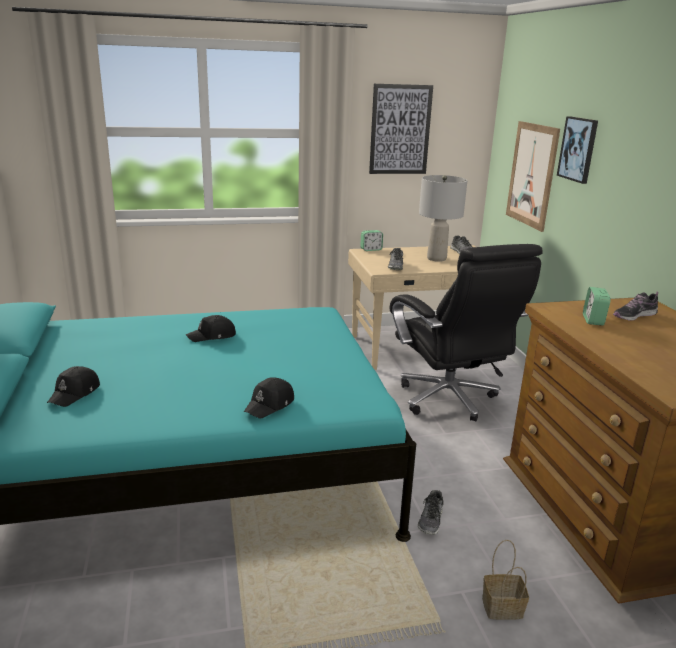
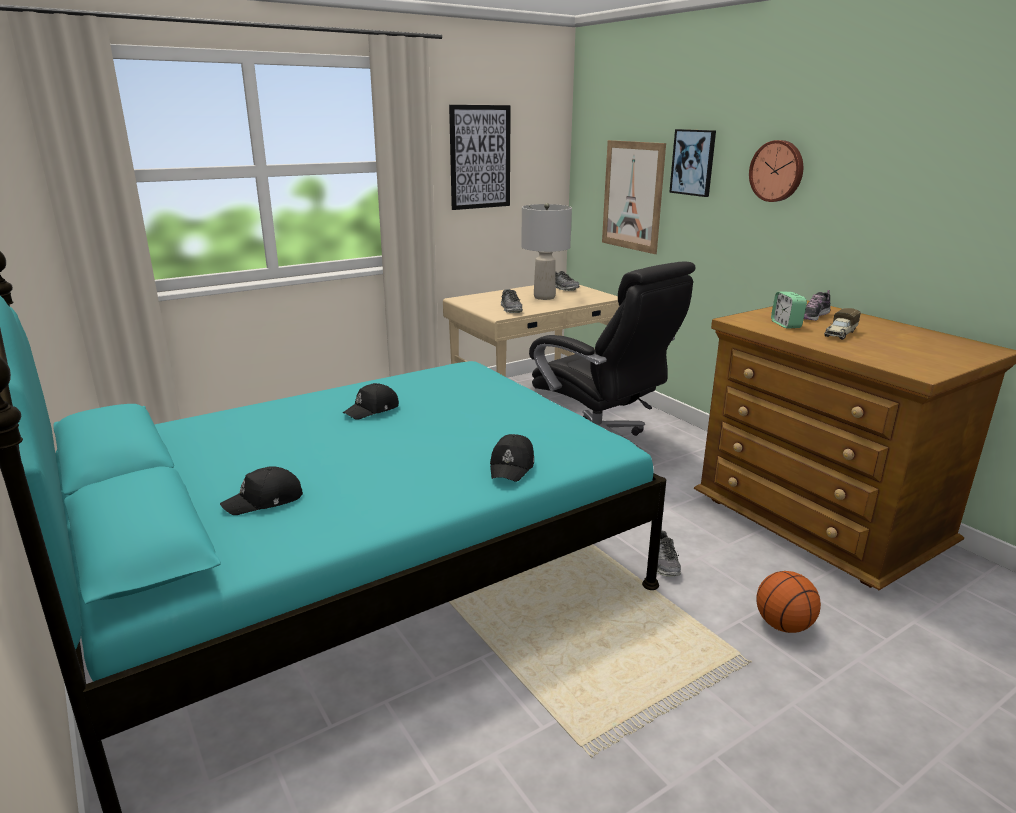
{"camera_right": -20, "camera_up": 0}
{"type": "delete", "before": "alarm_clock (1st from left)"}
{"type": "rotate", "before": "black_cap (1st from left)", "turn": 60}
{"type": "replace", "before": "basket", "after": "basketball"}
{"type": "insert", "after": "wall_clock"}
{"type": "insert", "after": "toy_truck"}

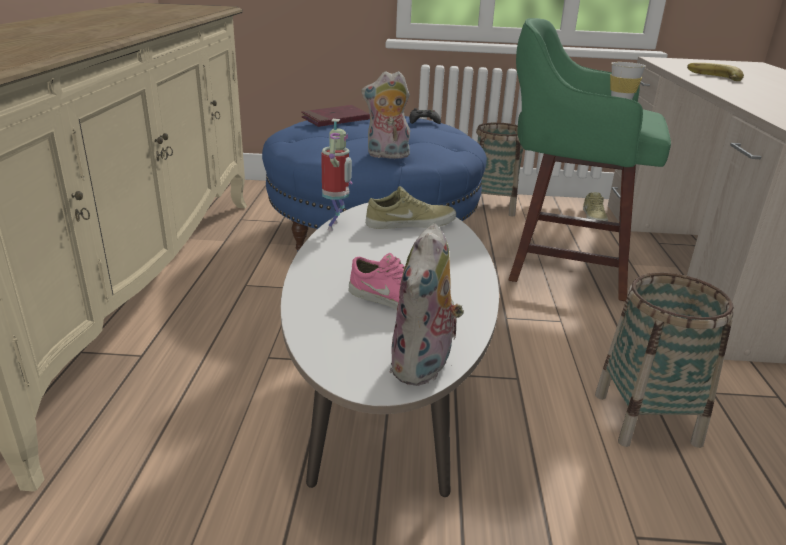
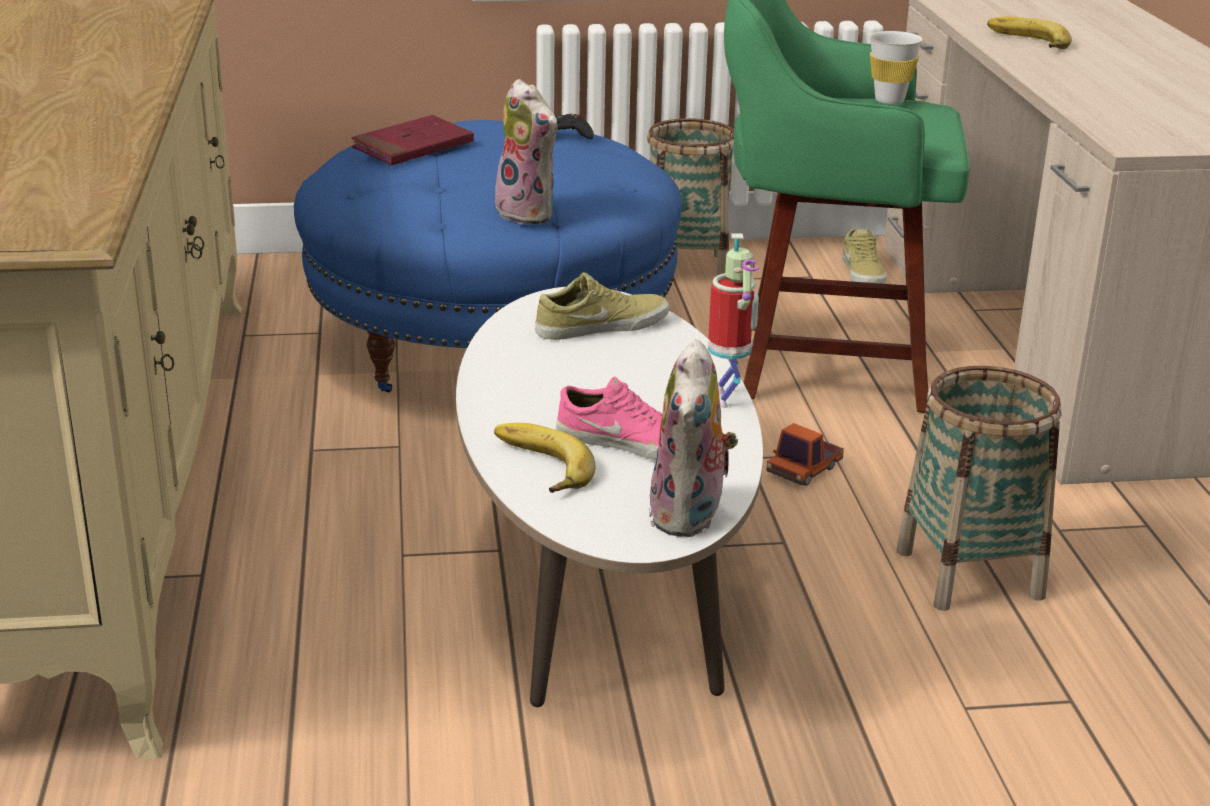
{"camera_right": -10, "camera_up": 0}
{"type": "rotate", "before": "plush_toy (1st from left)", "turn": -120}
{"type": "move", "before": "toy_robot"}
{"type": "insert", "after": "banana (1st from left)"}
{"type": "insert", "after": "toy_truck"}

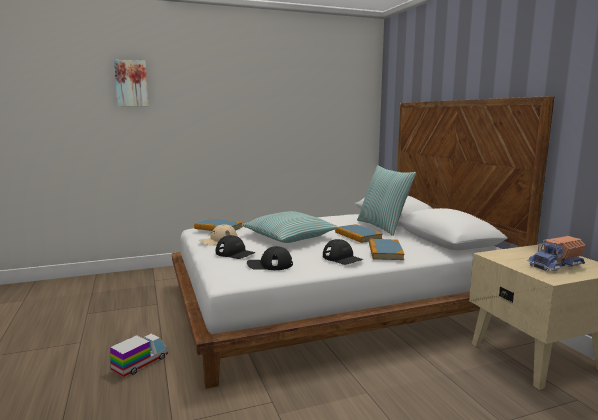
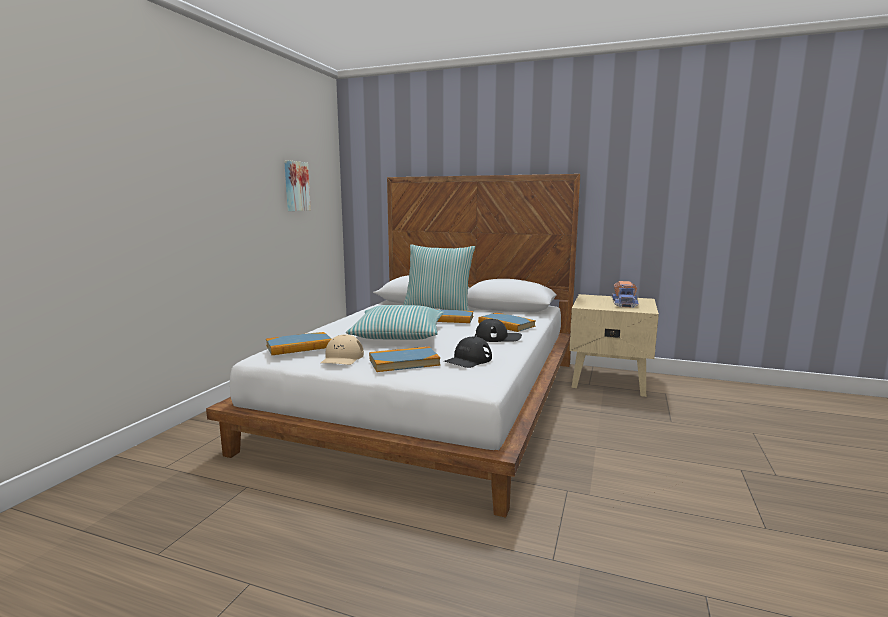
{"camera_right": -50, "camera_up": 0}
{"type": "move", "before": "picture"}
{"type": "replace", "before": "black_cap (1st from left)", "after": "book (2nd from left)"}
{"type": "delete", "before": "toy_truck (1st from left)"}

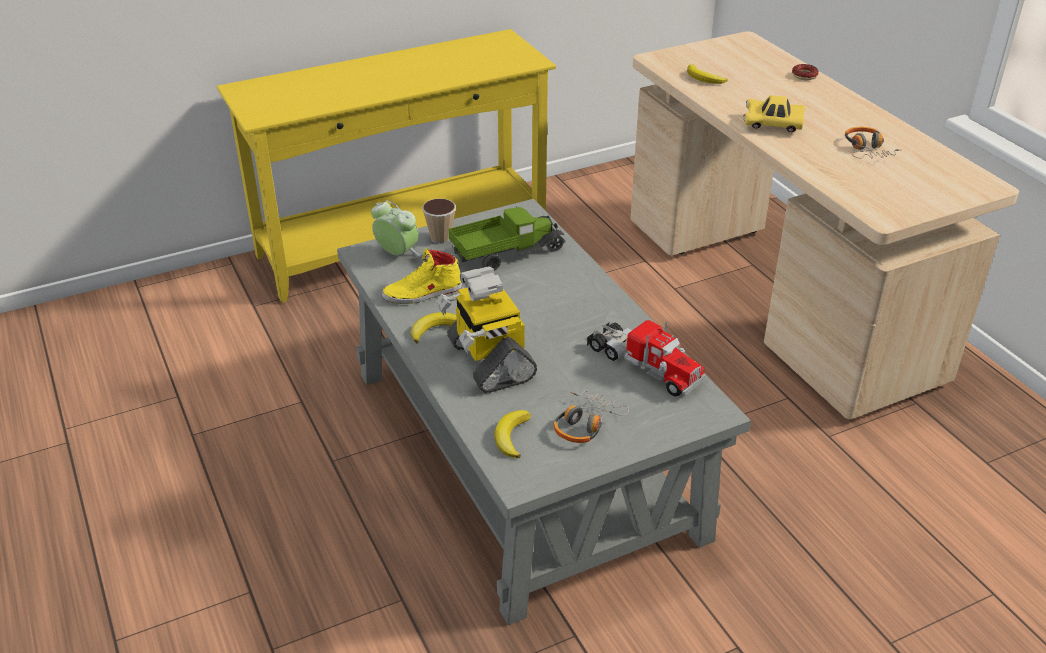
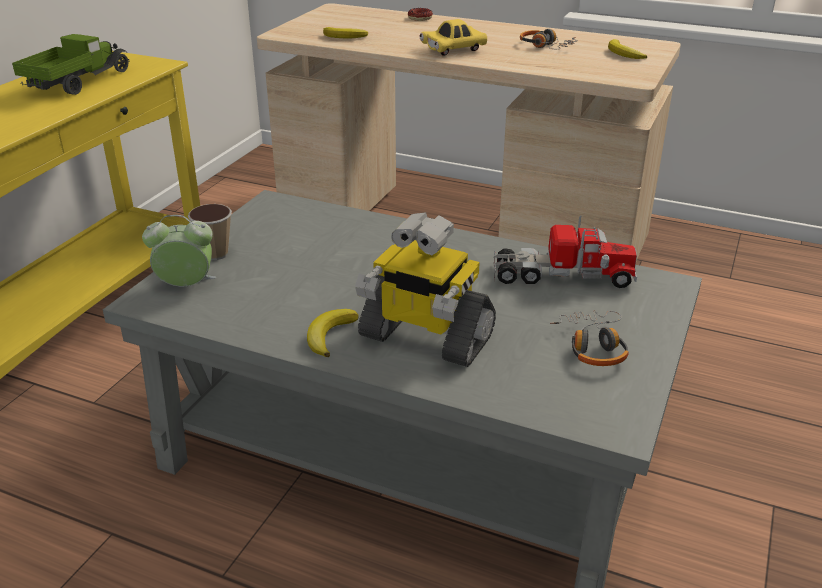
{"camera_right": -40, "camera_up": -5}
{"type": "move", "before": "toy_truck (1st from left)"}
{"type": "delete", "before": "yellow_shoe"}
{"type": "move", "before": "banana (2nd from left in the first image)", "after": "banana (3rd from left)"}

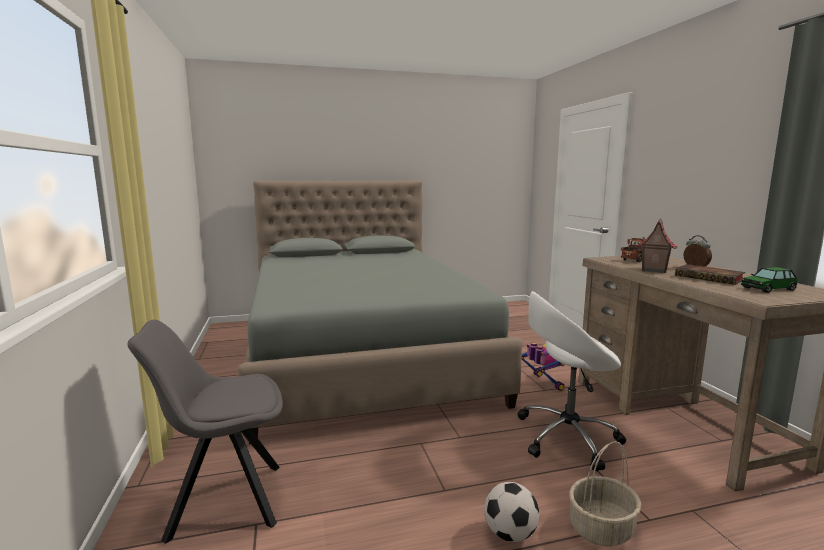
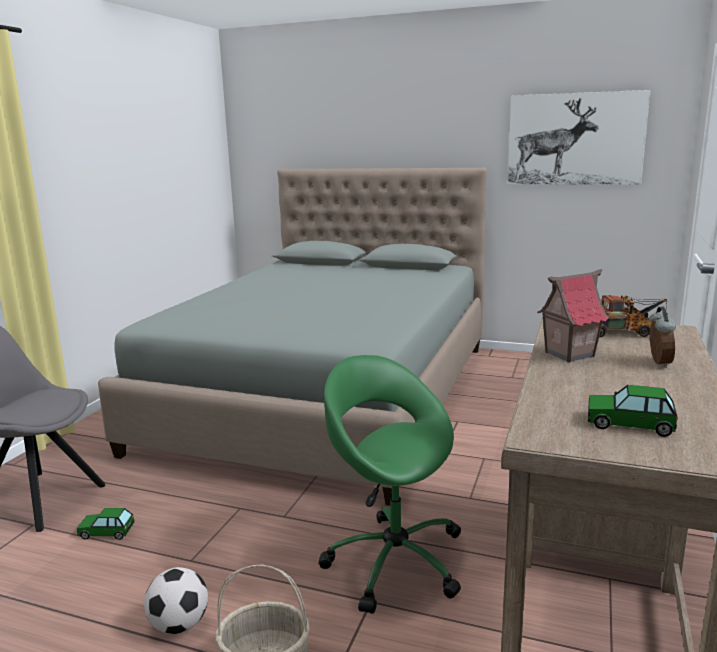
{"camera_right": 35, "camera_up": 5}
{"type": "delete", "before": "book"}
{"type": "recolor", "before": "white_office_chair", "after": "green_office_chair"}
{"type": "delete", "before": "toy_robot"}
{"type": "insert", "after": "picture"}
{"type": "insert", "after": "toy_car (1st from left)"}

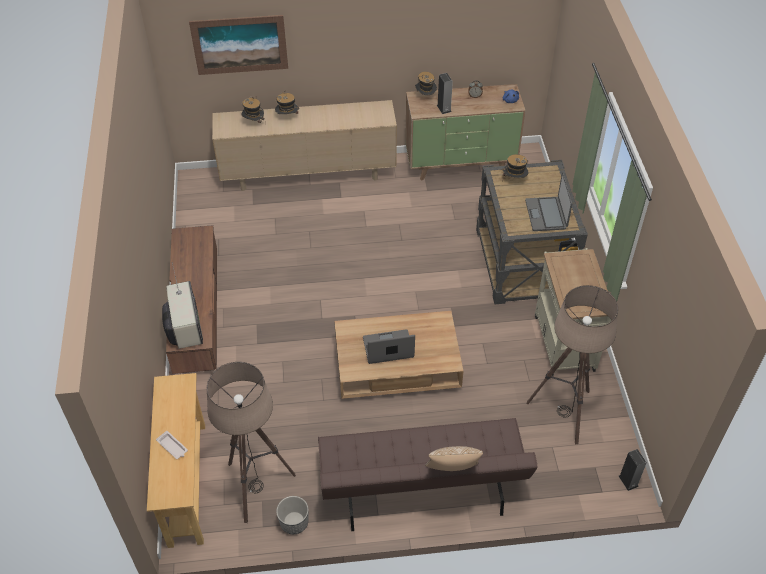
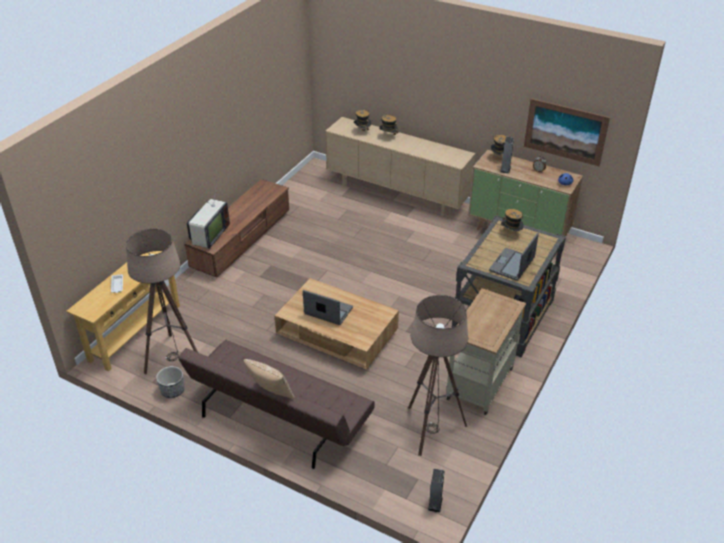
{"camera_right": 35, "camera_up": -10}
{"type": "move", "before": "picture"}

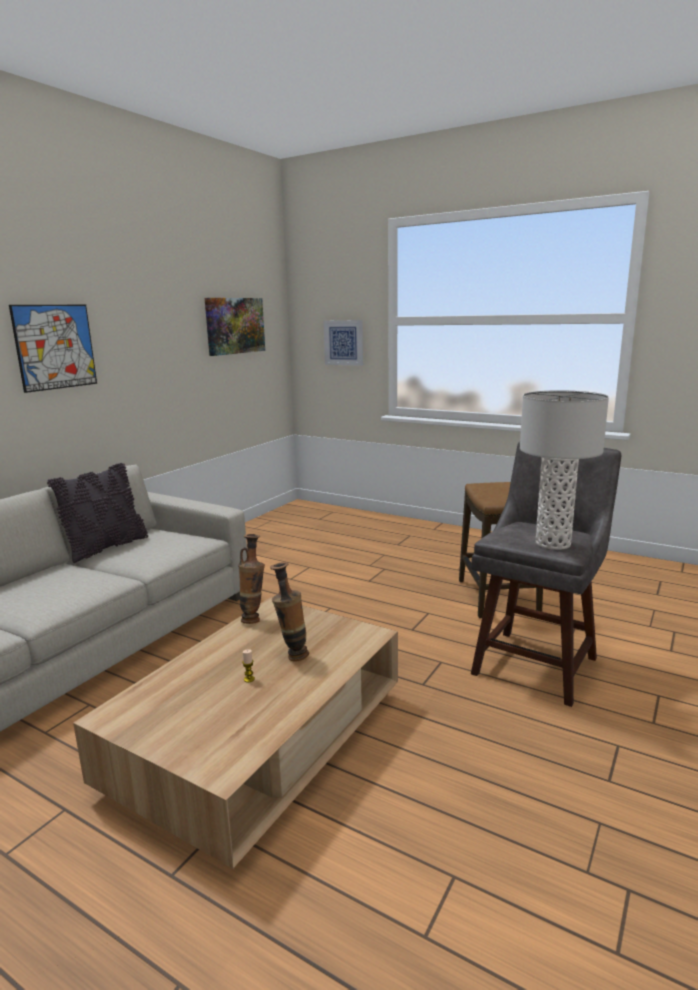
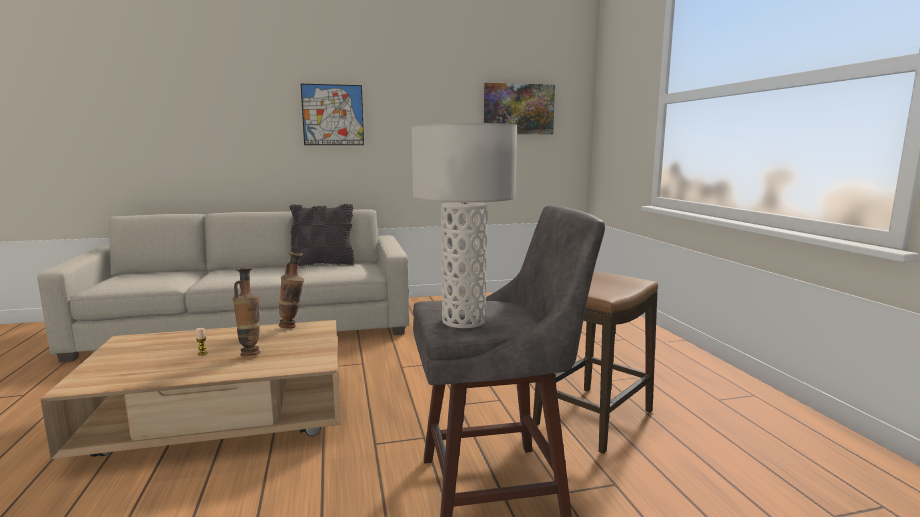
{"camera_right": 45, "camera_up": -5}
{"type": "delete", "before": "picture (3rd from left)"}

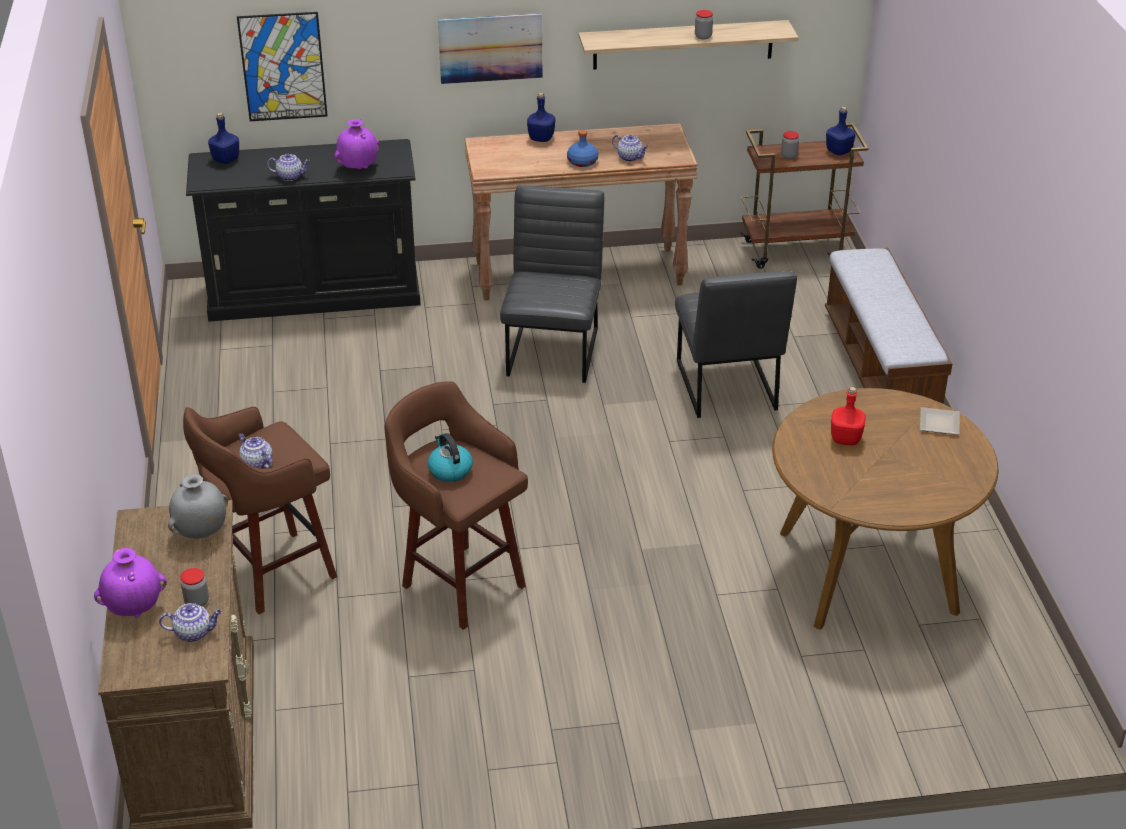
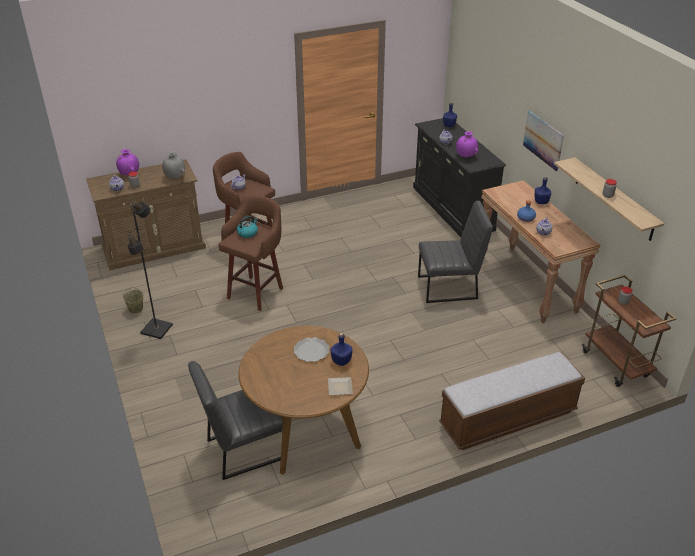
{"camera_right": 75, "camera_up": 0}
{"type": "delete", "before": "picture (1st from left)"}
{"type": "move", "before": "blue_bottle (4th from left in the first image)", "after": "blue_bottle (1st from left)"}
{"type": "move", "before": "grey_chair (2nd from left in the first image)", "after": "grey_chair (1st from left)"}
{"type": "replace", "before": "red_bottle", "after": "plate (1st from left)"}
{"type": "insert", "after": "black_floor_lamp"}
{"type": "insert", "after": "beige_bucket"}

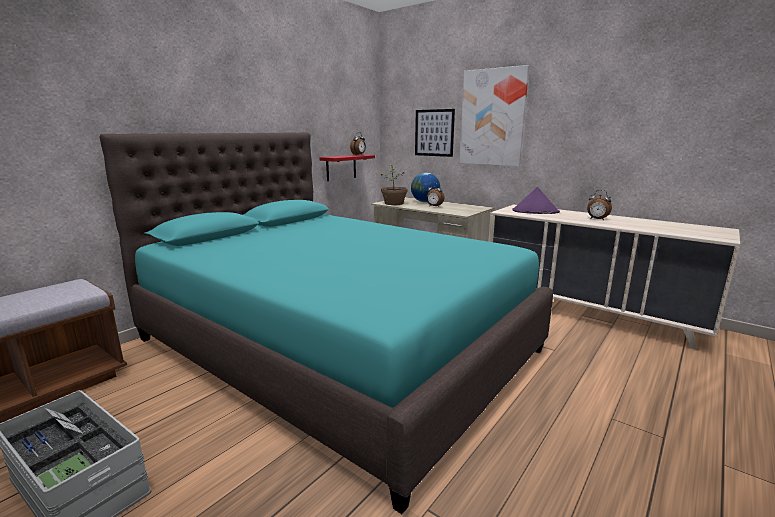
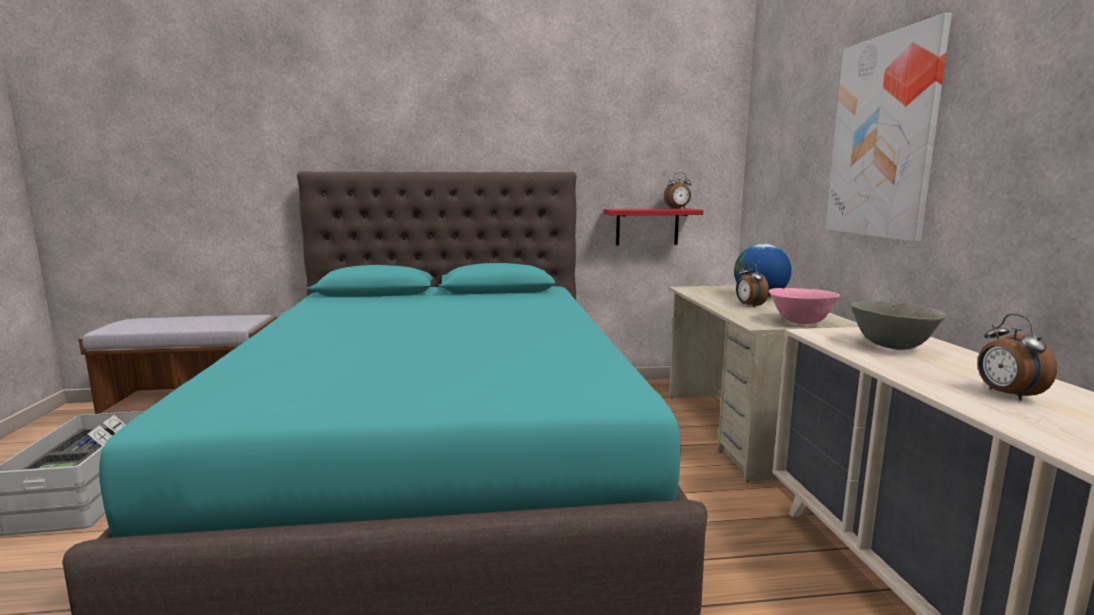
{"camera_right": 45, "camera_up": -5}
{"type": "delete", "before": "picture (1st from left)"}
{"type": "delete", "before": "potted_plant"}
{"type": "replace", "before": "purple_hat", "after": "grey_bowl"}
{"type": "insert", "after": "pink_bowl"}

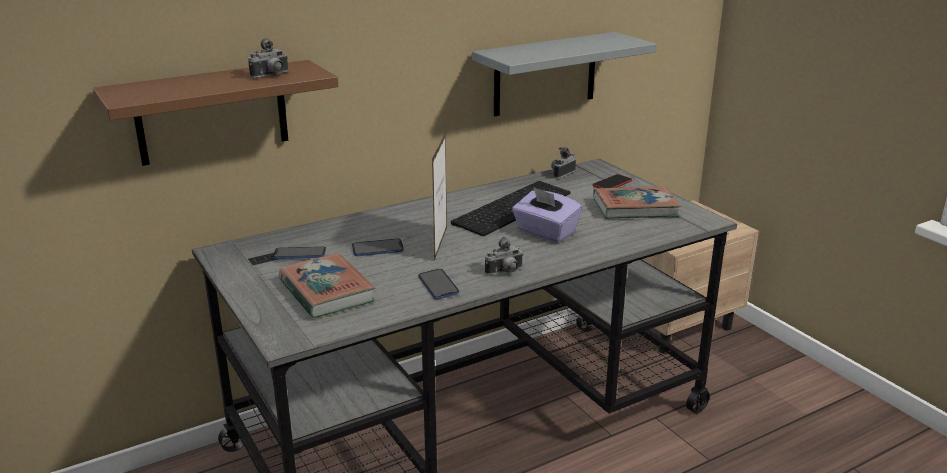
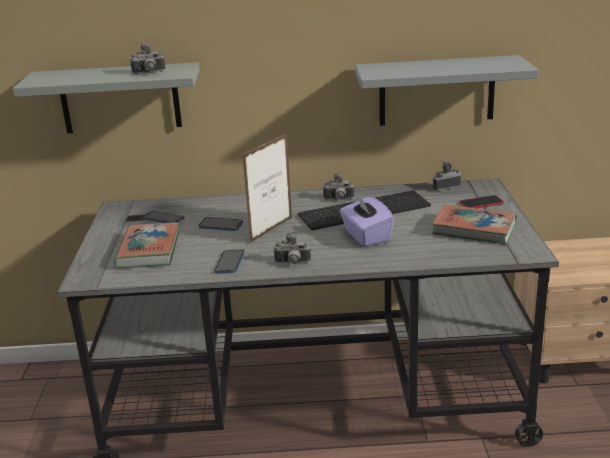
{"camera_right": 30, "camera_up": 0}
{"type": "recolor", "before": "brown_shelf", "after": "grey_shelf (1st from left)"}
{"type": "insert", "after": "photo_camera (3rd from left)"}

